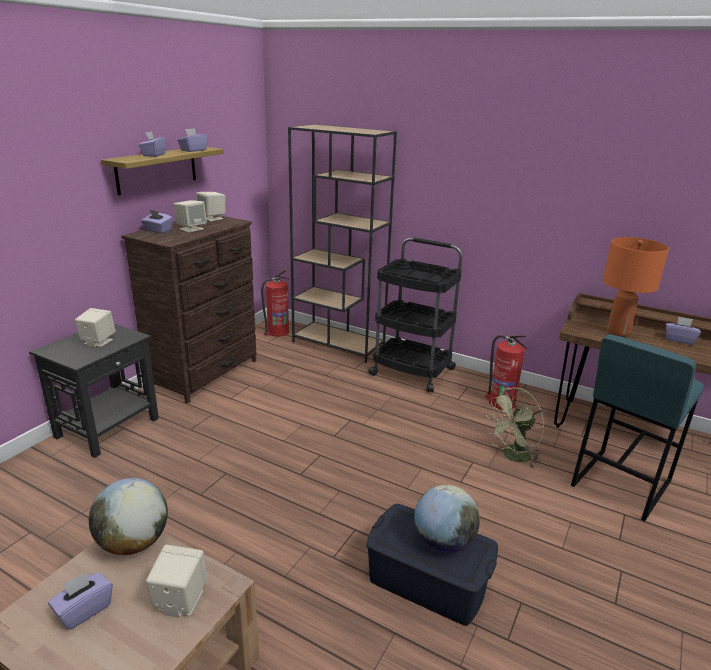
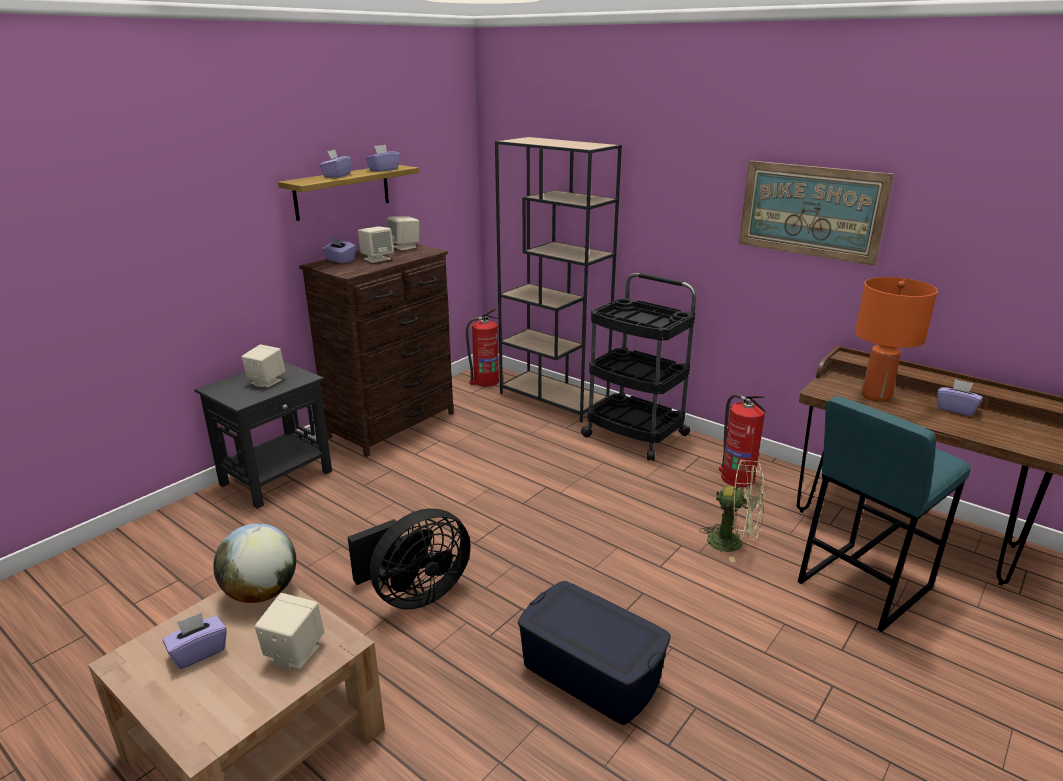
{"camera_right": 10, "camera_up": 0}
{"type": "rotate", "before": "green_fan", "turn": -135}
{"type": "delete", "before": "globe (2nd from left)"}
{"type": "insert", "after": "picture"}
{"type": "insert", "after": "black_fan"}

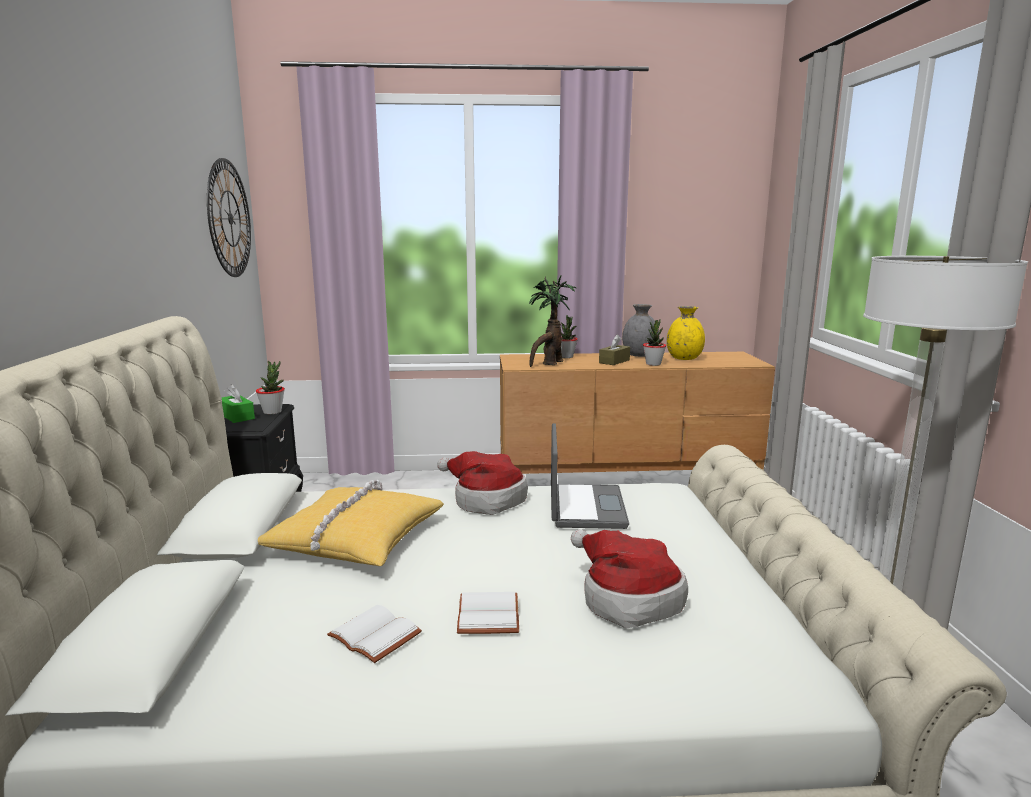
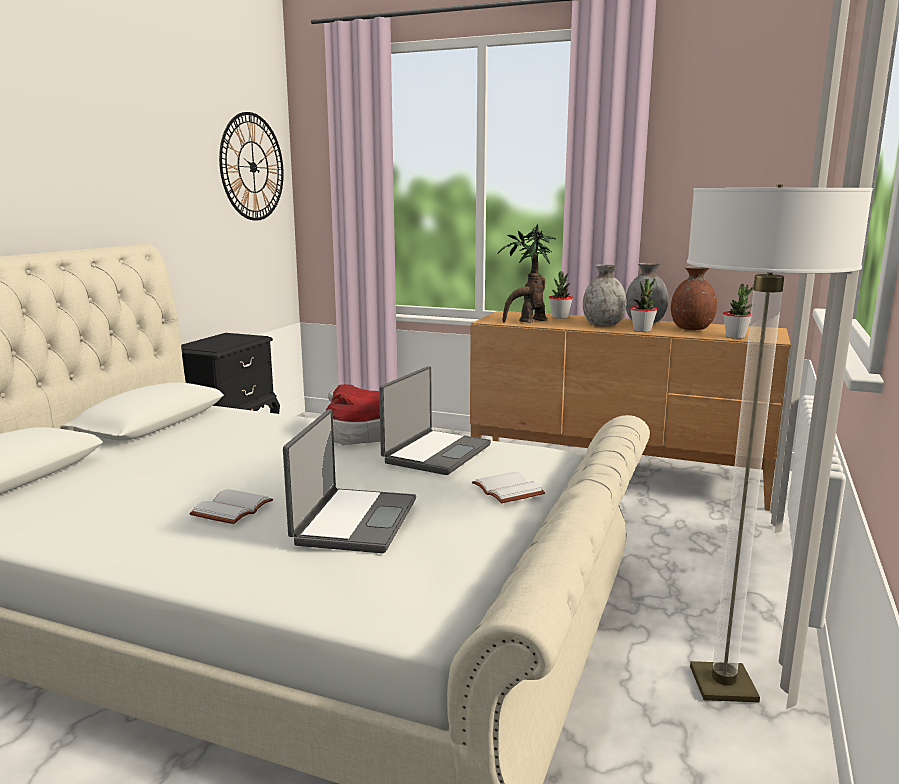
{"camera_right": 25, "camera_up": 0}
{"type": "recolor", "before": "yellow_vase", "after": "brown_vase"}
{"type": "replace", "before": "brown_tissue_box", "after": "grey_vase (1st from left)"}
{"type": "move", "before": "potted_plant (1st from left in the first image)", "after": "potted_plant (4th from left)"}
{"type": "delete", "before": "green_tissue_box"}
{"type": "delete", "before": "yellow_pillow"}
{"type": "replace", "before": "hat (2nd from left)", "after": "laptop (1st from left)"}
{"type": "move", "before": "white_book (1st from left in the first image)", "after": "white_book (2nd from left)"}

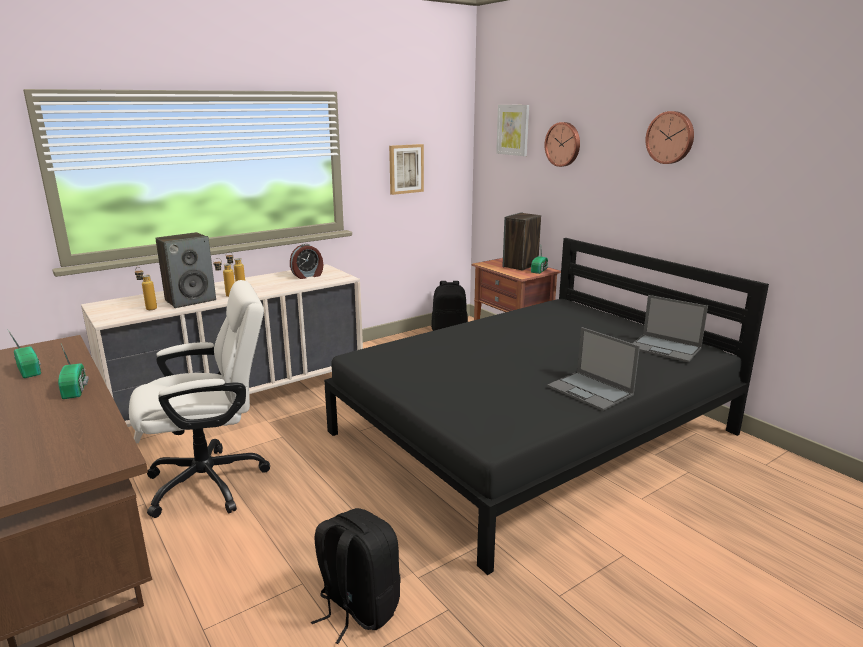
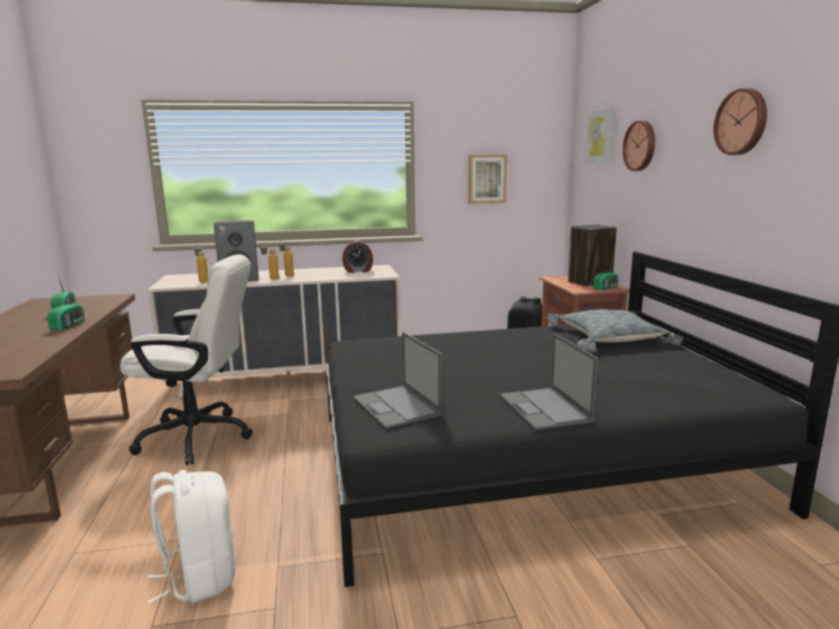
{"camera_right": 25, "camera_up": -5}
{"type": "move", "before": "laptop (2nd from left in the first image)", "after": "laptop (1st from left)"}
{"type": "recolor", "before": "black_backpack (1st from left)", "after": "white_backpack"}
{"type": "insert", "after": "pillow"}

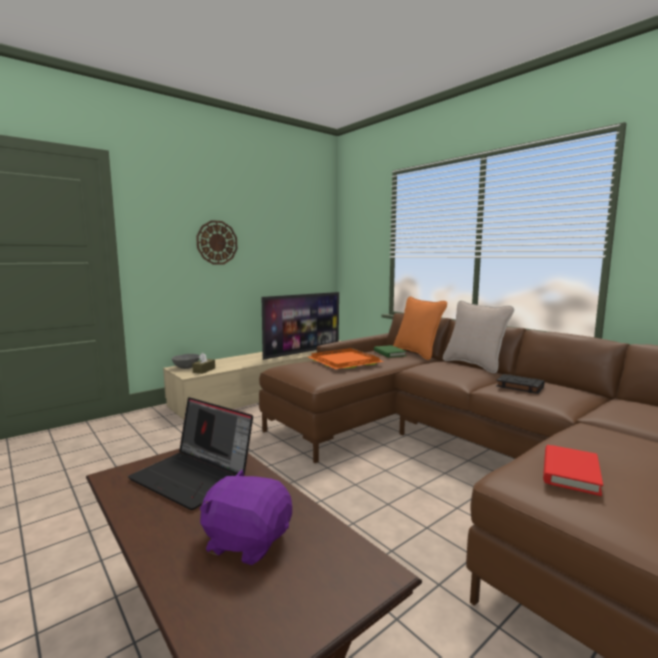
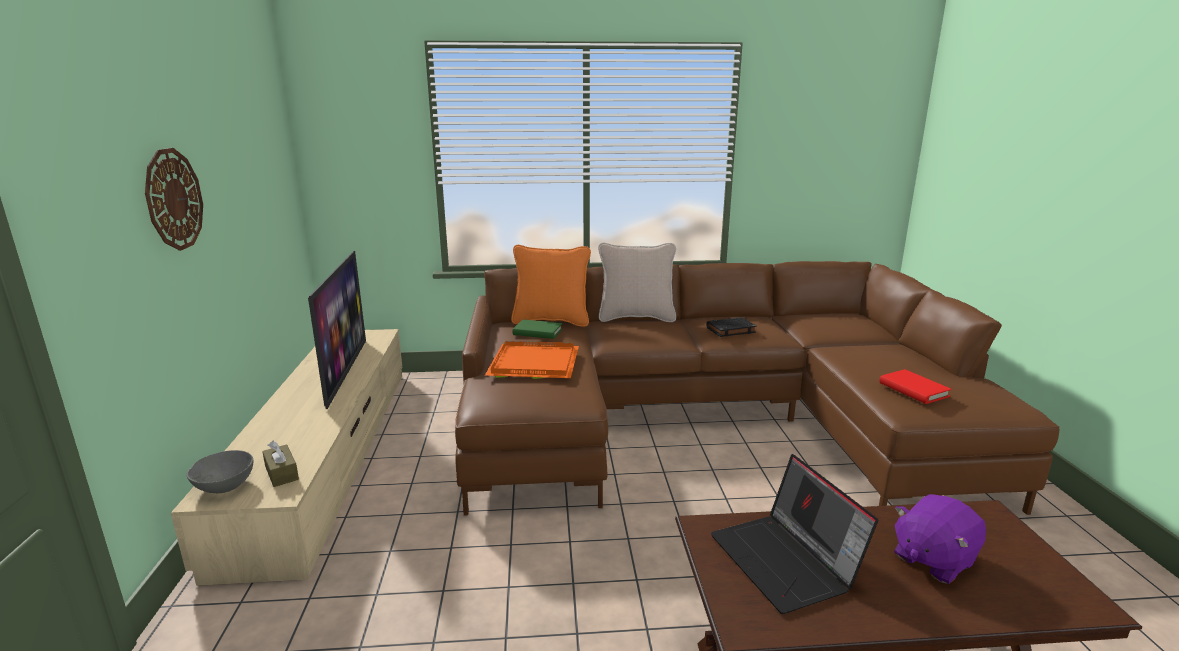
{"camera_right": -55, "camera_up": 10}
{"type": "rotate", "before": "laptop", "turn": 90}

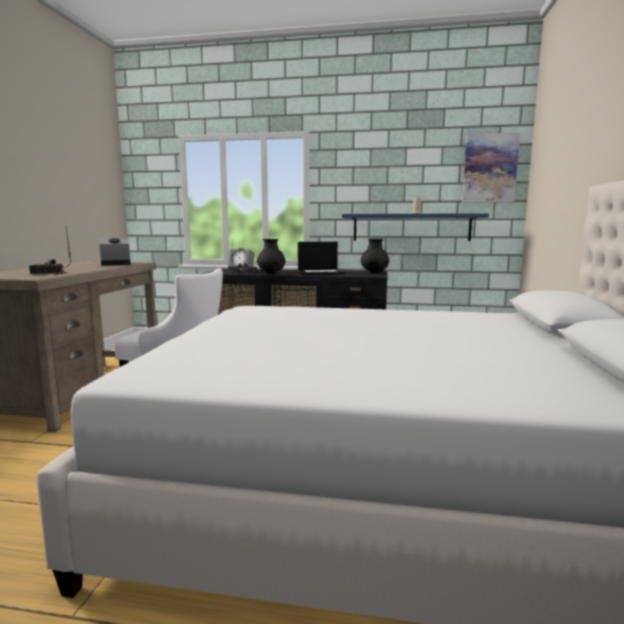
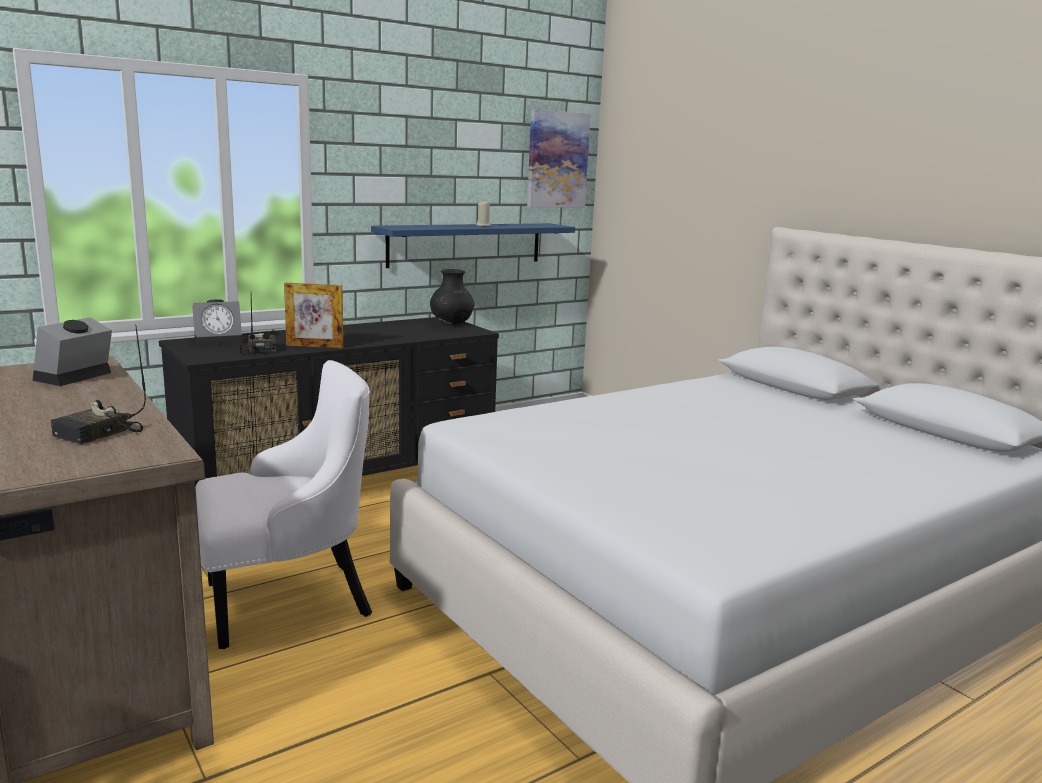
{"camera_right": -45, "camera_up": 5}
{"type": "replace", "before": "black_vase (1st from left)", "after": "picture_frame"}
{"type": "delete", "before": "laptop"}

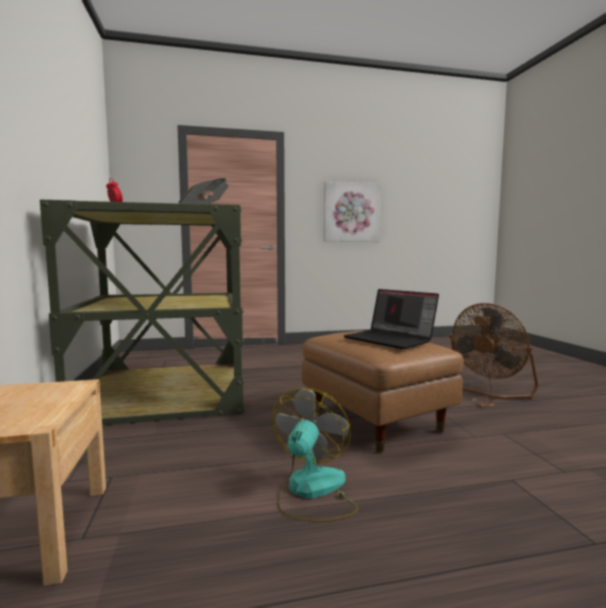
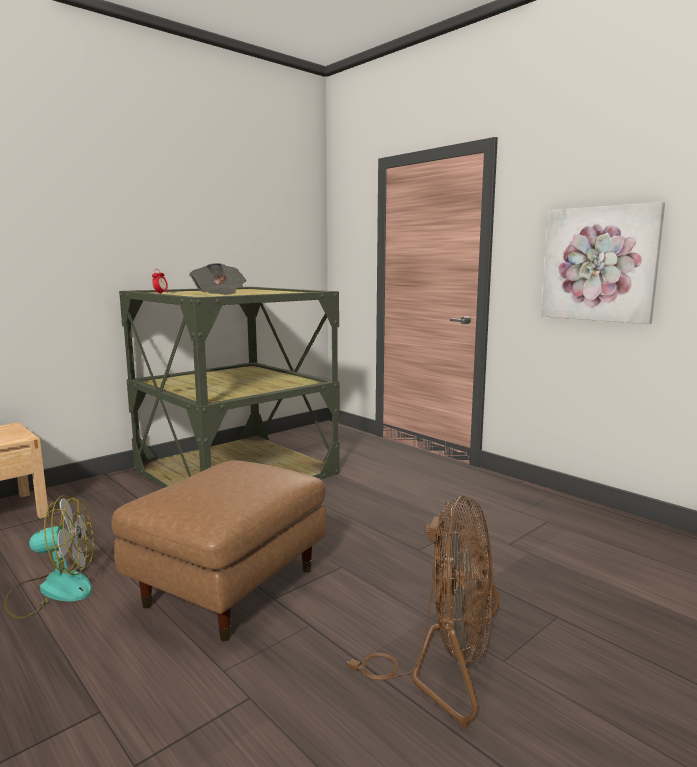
{"camera_right": 60, "camera_up": 5}
{"type": "delete", "before": "laptop"}

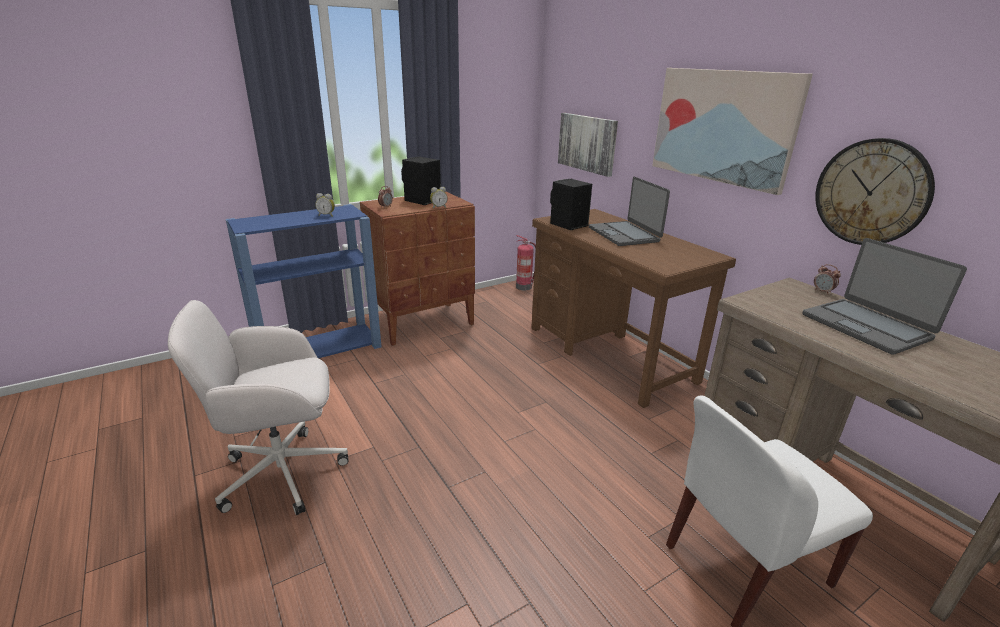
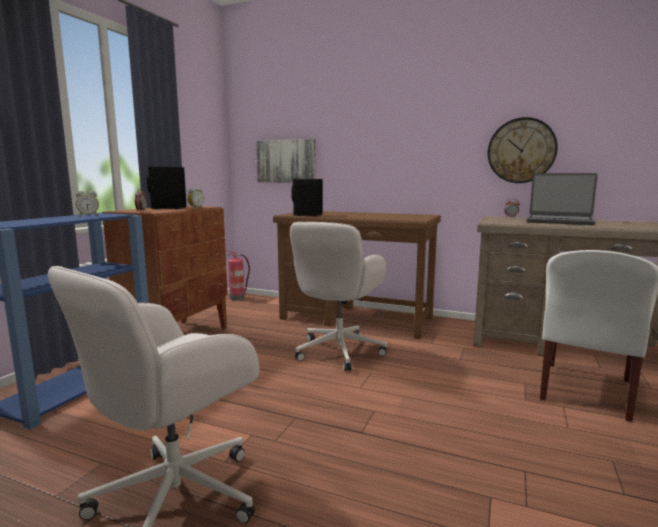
{"camera_right": -35, "camera_up": -15}
{"type": "delete", "before": "picture (2nd from left)"}
{"type": "delete", "before": "laptop (1st from left)"}
{"type": "insert", "after": "white_office_chair (2nd from left)"}

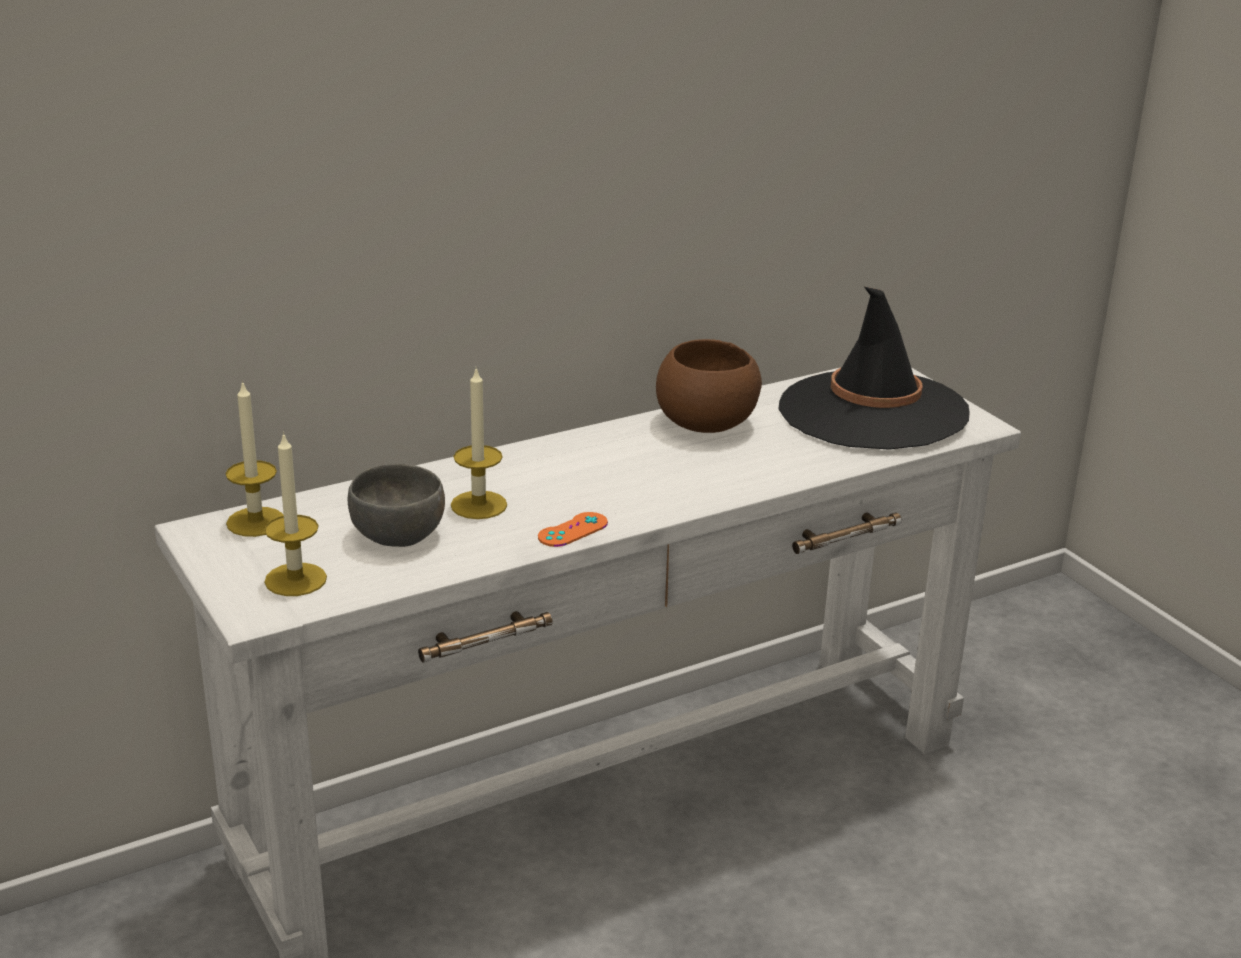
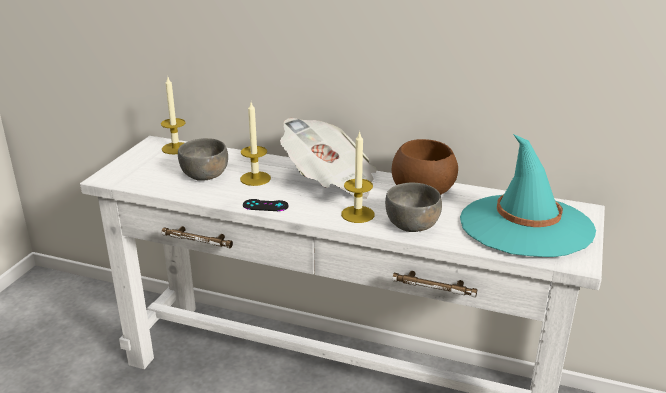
{"camera_right": 50, "camera_up": 0}
{"type": "recolor", "before": "black_hat", "after": "turquoise_hat"}
{"type": "move", "before": "candle (2nd from left in the first image)", "after": "candle (3rd from left)"}
{"type": "recolor", "before": "orange_game_controller", "after": "black_game_controller"}
{"type": "insert", "after": "newspaper"}
{"type": "insert", "after": "grey_bowl (2nd from left)"}

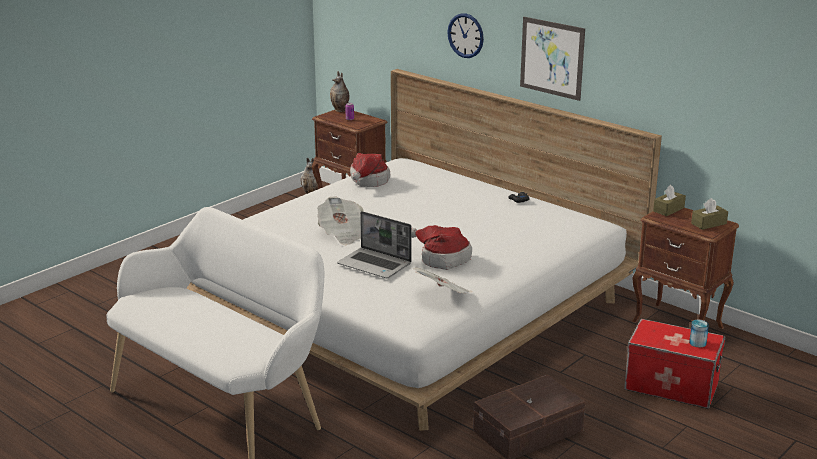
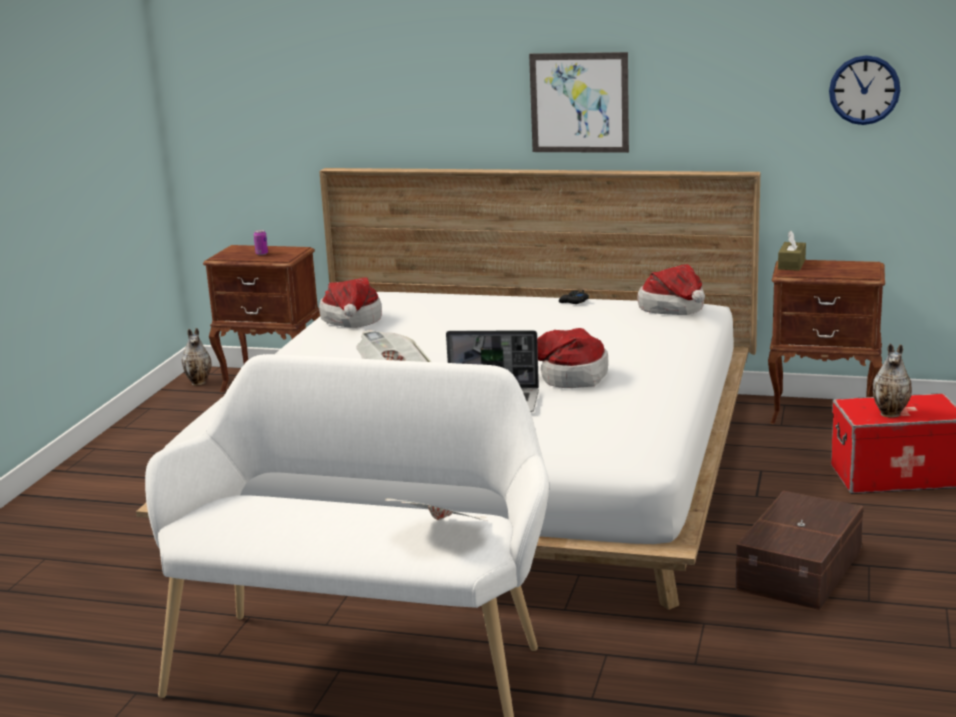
{"camera_right": -25, "camera_up": -5}
{"type": "move", "before": "wall_clock"}
{"type": "move", "before": "vase (2nd from left)"}
{"type": "delete", "before": "brown_tissue_box (2nd from left)"}
{"type": "move", "before": "newspaper (2nd from left)"}
{"type": "delete", "before": "can (2nd from left)"}
{"type": "insert", "after": "hat (3rd from left)"}

